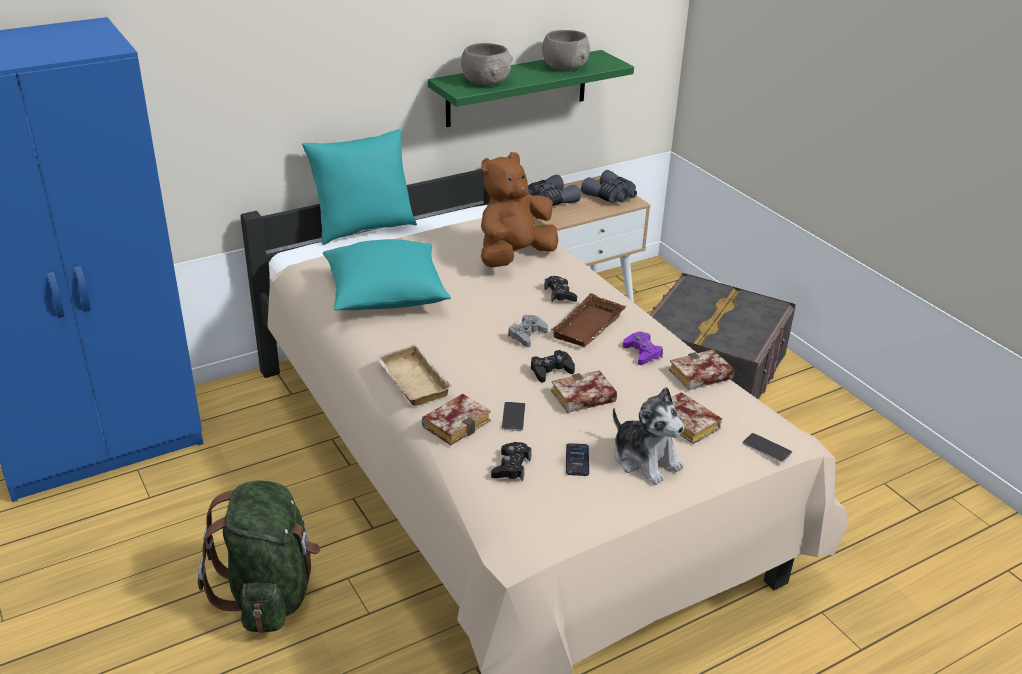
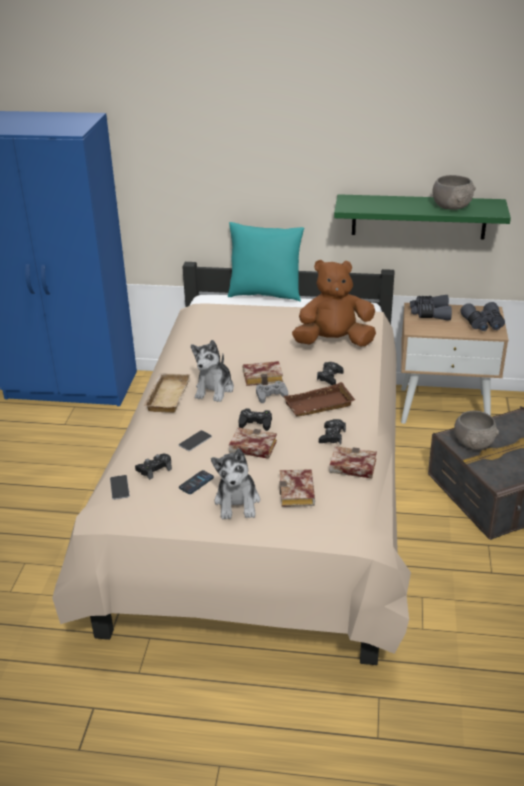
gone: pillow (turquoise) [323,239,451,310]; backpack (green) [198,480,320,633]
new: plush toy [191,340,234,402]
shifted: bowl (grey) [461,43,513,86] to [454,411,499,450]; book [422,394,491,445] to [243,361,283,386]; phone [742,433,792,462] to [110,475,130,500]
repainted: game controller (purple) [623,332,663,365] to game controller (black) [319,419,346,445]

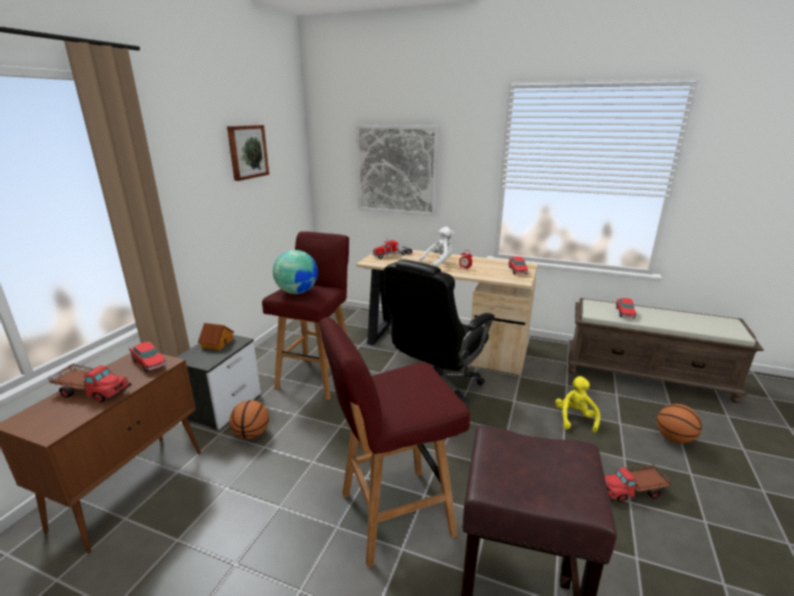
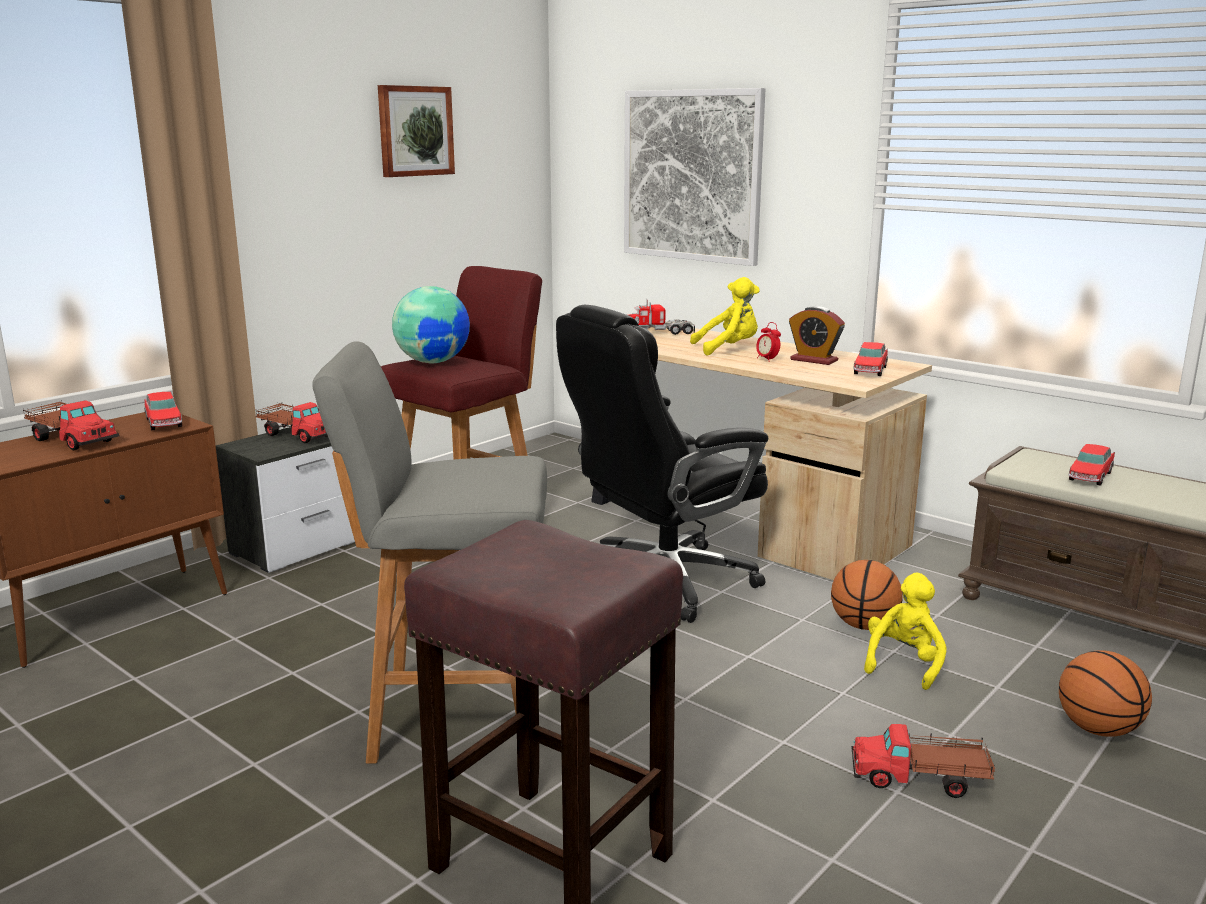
new: alarm clock [789,306,845,365]
shifted: basketball [229,400,269,439] to [831,560,903,630]
swapped: toy house [198,323,234,350] to toy truck [256,402,328,443]
repainted: plush toy (white) [419,227,454,267] to plush toy (yellow) [690,277,760,356]; stool (red) [319,317,470,568] to stool (grey) [312,341,547,764]

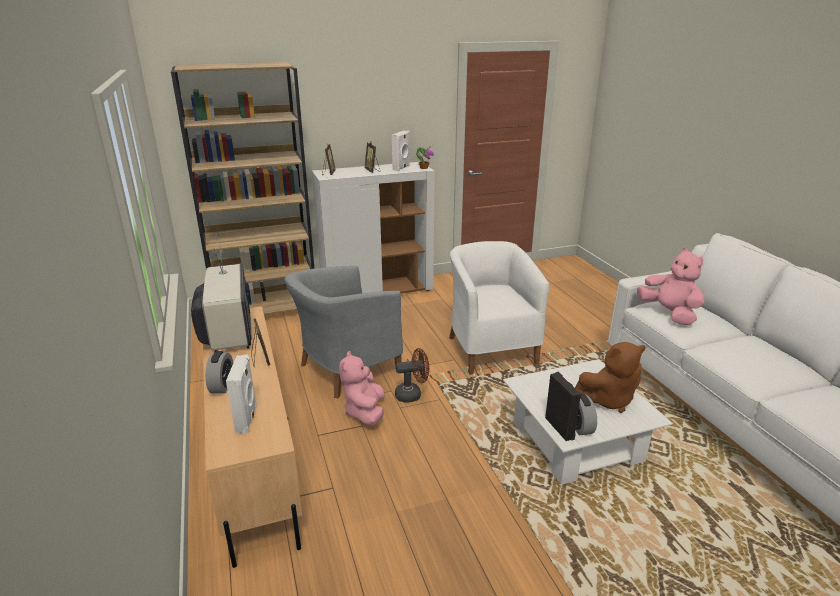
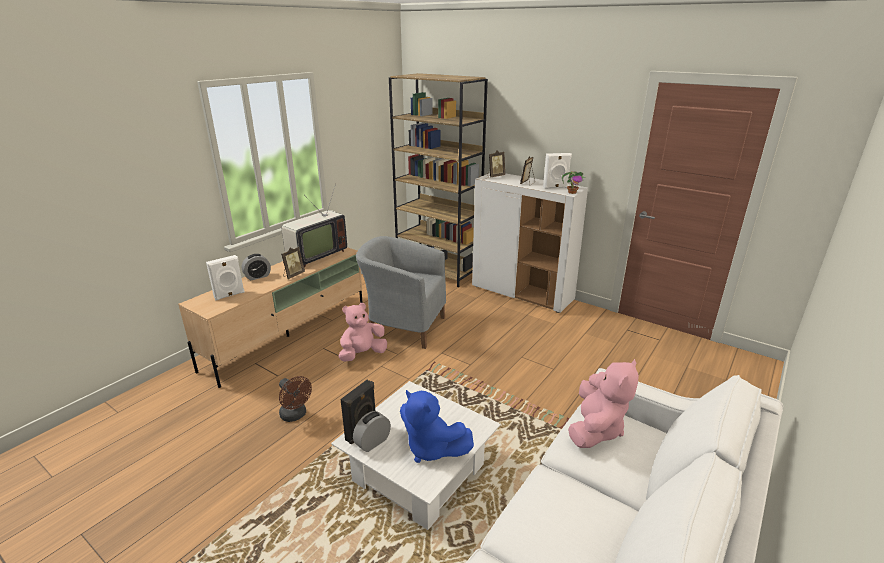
gone: armchair (white) [449,241,549,375]
shifted: fan (brown) [395,348,429,403] to [279,376,312,422]
repainted: plush toy (brown) [575,342,646,413] to plush toy (blue) [400,390,474,463]

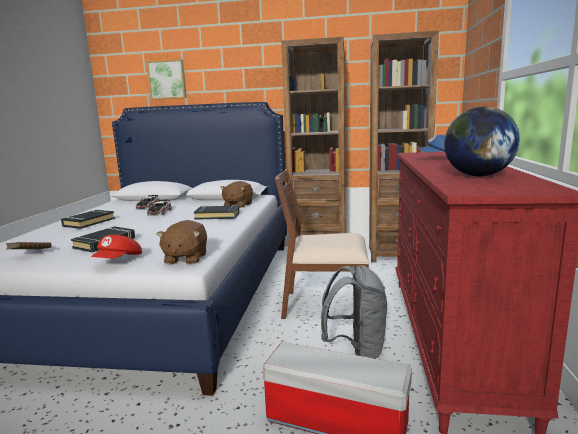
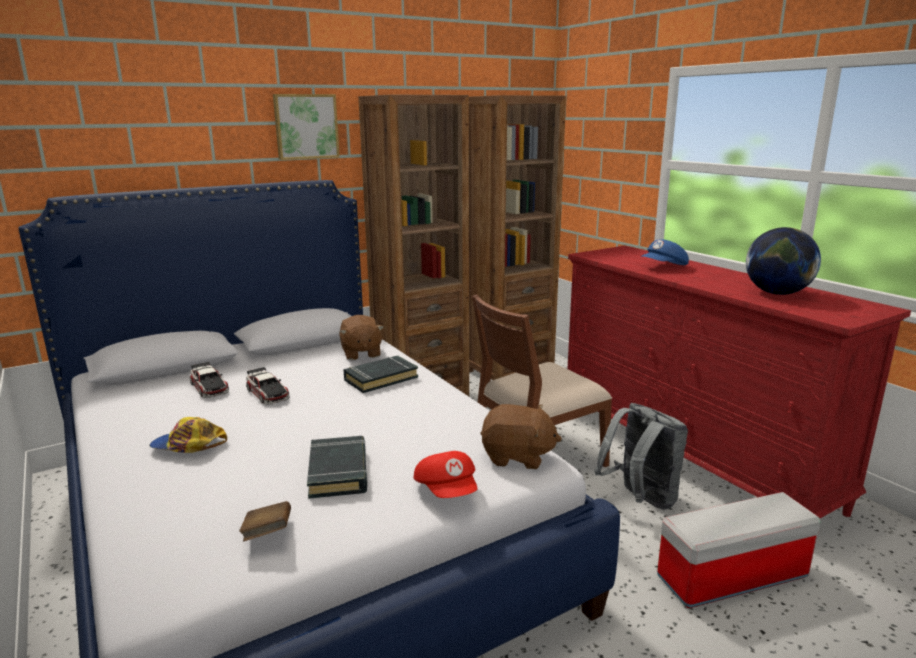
shifted: picture [147,59,187,100] to [273,94,340,160]
swapped: book (black) [61,210,115,229] to cap [149,417,227,453]
rotated: plush toy (brown) [156,220,207,264] = [480,404,562,469] 45 degrees counterclockwise

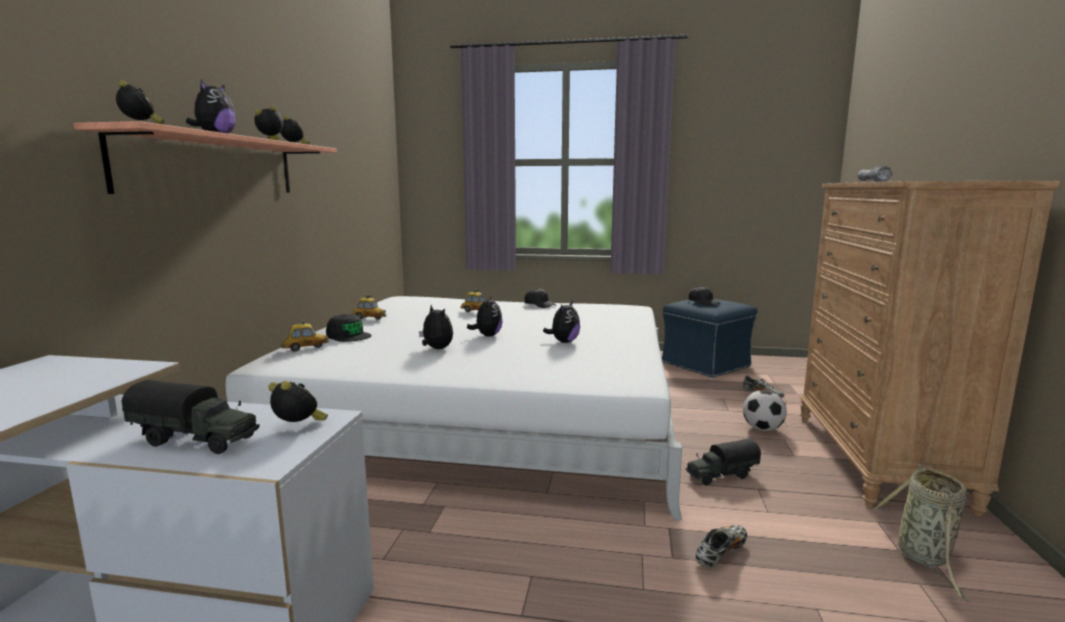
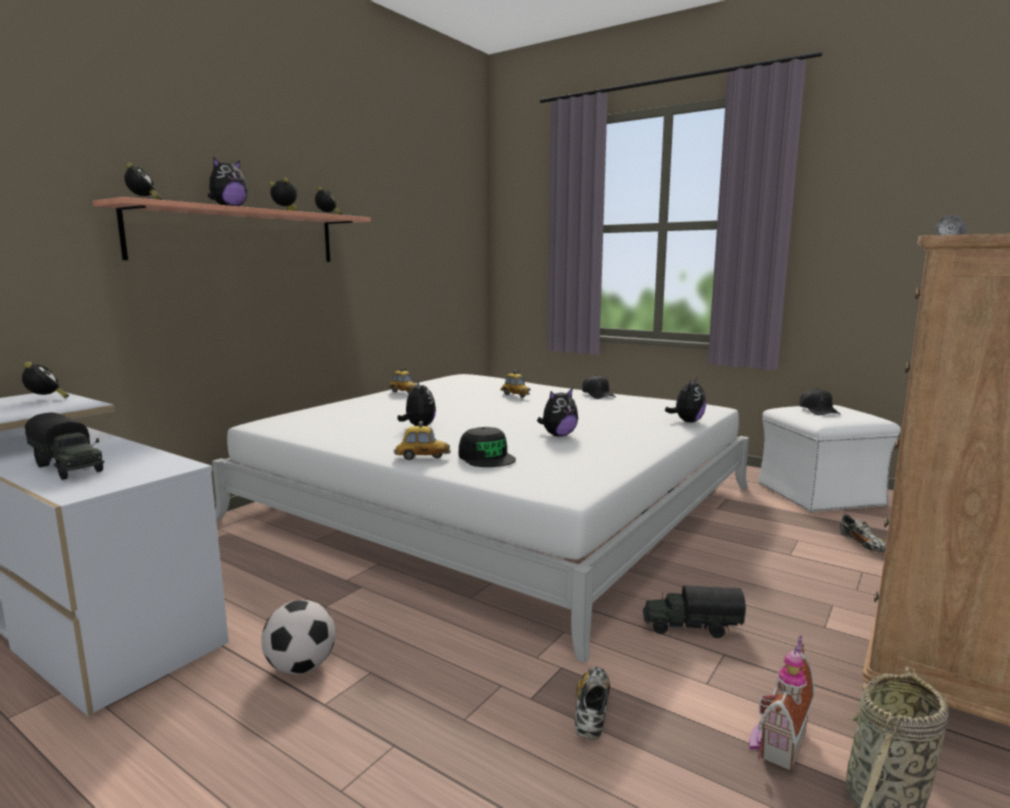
new: toy house [749,635,815,772]
shifted: plush toy [467,295,502,336] to [665,377,706,422]; cap (black) [326,314,372,342] to [459,427,516,467]; toy car [281,320,329,352] to [394,421,450,460]; alarm clock [268,381,328,422] to [22,362,69,398]; football [743,390,787,431] to [261,600,335,674]
repainted: ottoman (blue) [662,299,758,378] to ottoman (white) [758,405,901,513]
rotated: shoe [695,525,747,569] = [575,667,610,740] 60 degrees counterclockwise

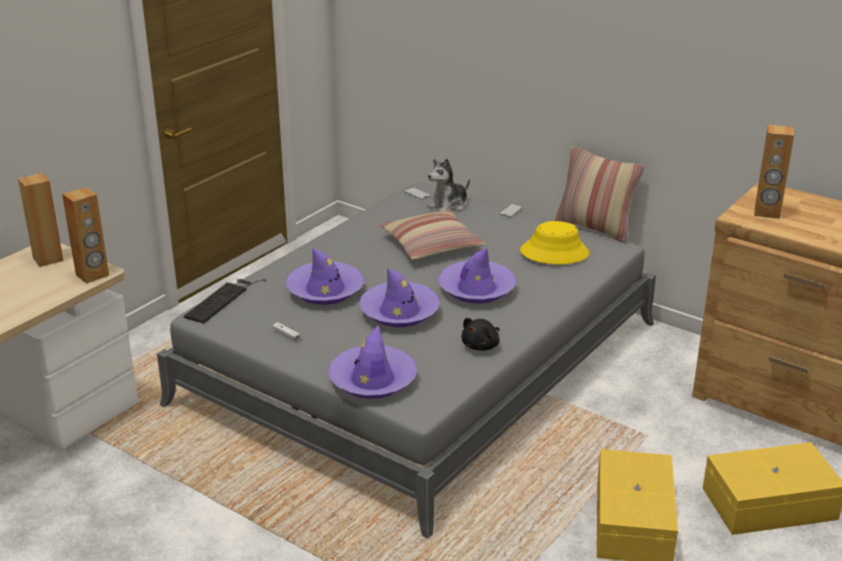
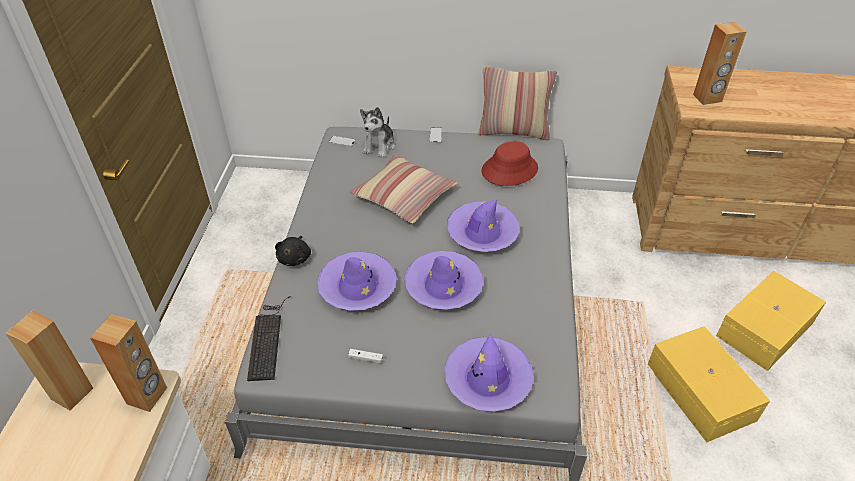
shifted: plush toy (black) [461,318,500,351] to [275,236,311,266]
repainted: hat (yellow) [520,221,590,264] to hat (red) [482,141,538,186]

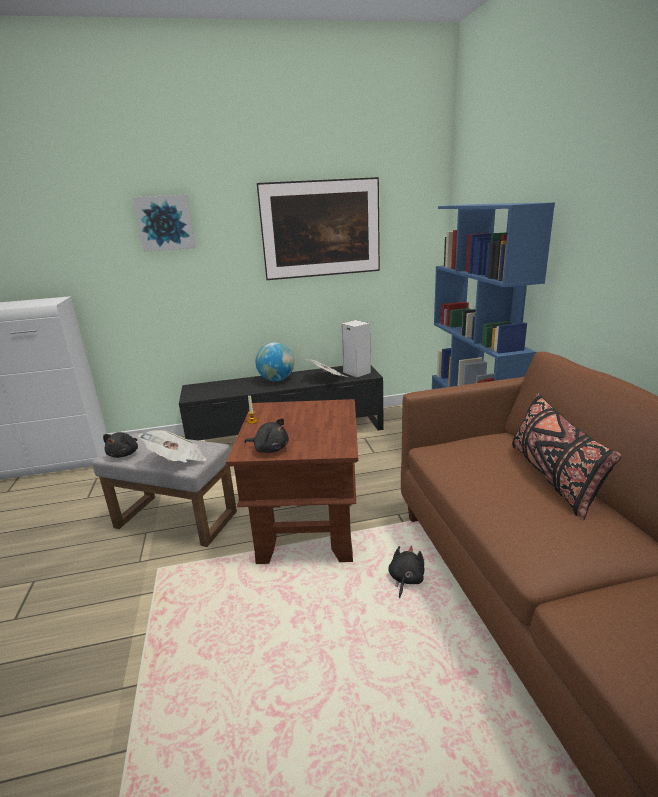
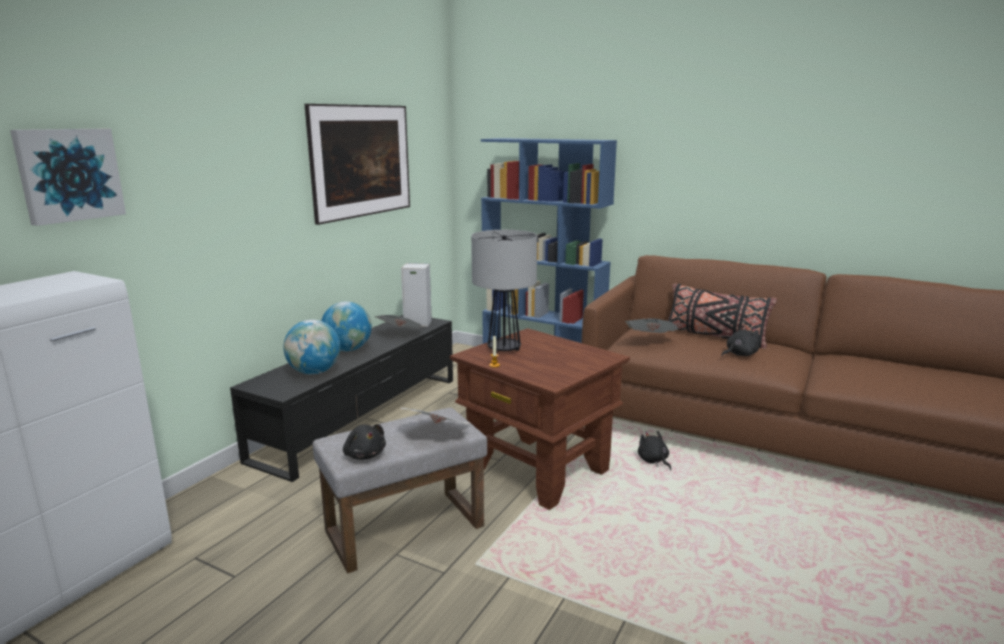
new: table lamp [471,230,537,353]; newspaper [625,319,679,333]; globe [283,320,340,375]
shifted: picture [133,194,195,252] to [10,129,126,226]; plush toy (black) [244,418,289,453] to [721,325,759,356]

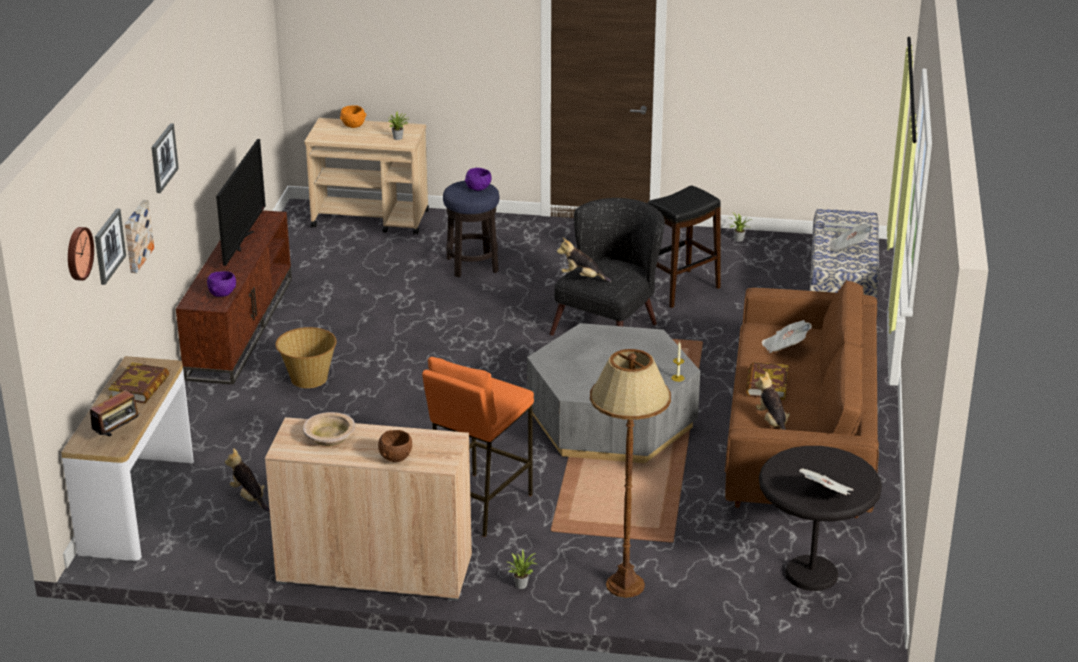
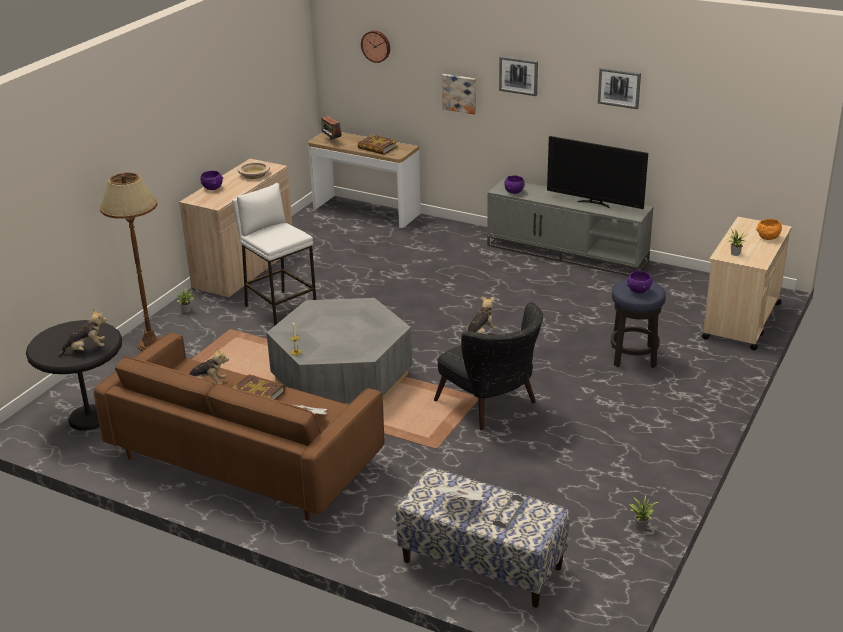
gone: stool (black) [647,186,721,308]; basket [275,327,337,388]; newspaper [799,468,854,495]
shifted: picture [95,208,126,285] to [598,68,641,109]; plush toy [225,448,270,512] to [58,309,107,357]
repainted: tv stand (brown) [176,210,292,385] to tv stand (grey) [487,179,653,276]; stool (orange) [422,357,534,537] to stool (white) [232,183,316,326]; bowl (brown) [378,430,412,462] to bowl (purple) [200,170,223,190]

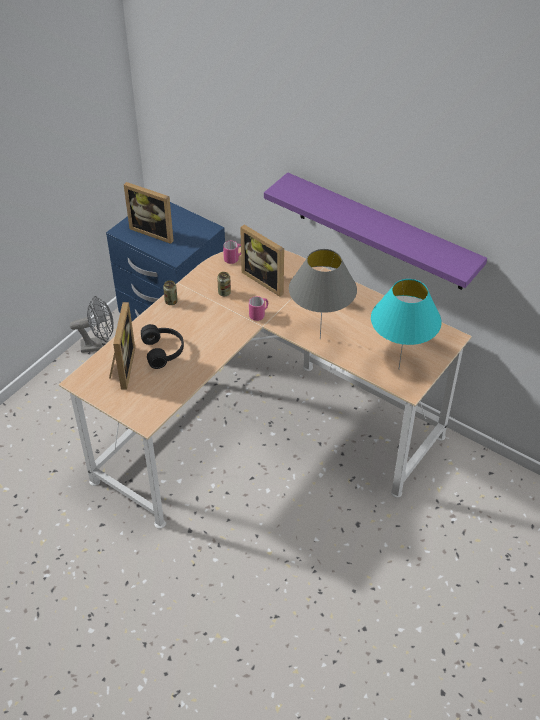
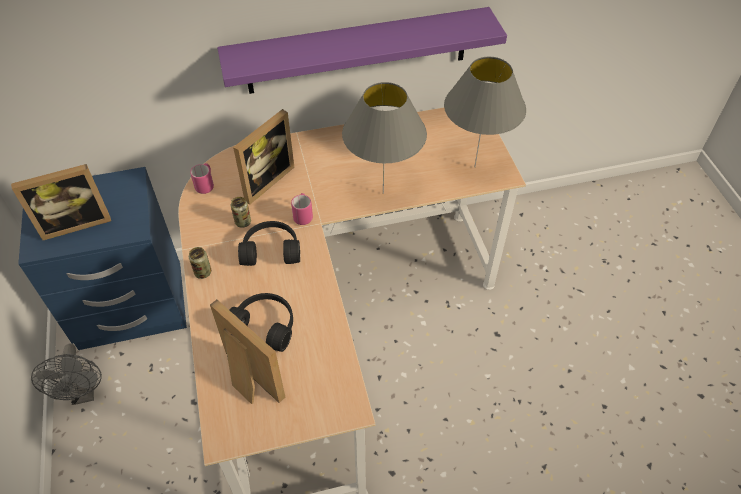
new: headphones (black) [238,221,300,266]
repainted: table lamp (turquoise) [371,279,442,370] to table lamp (grey) [444,57,526,168]
rotated: picture frame [240,225,284,297] = [233,109,294,205] 45 degrees counterclockwise; fan (grey) [70,296,114,353] = [31,343,102,405] 135 degrees clockwise

